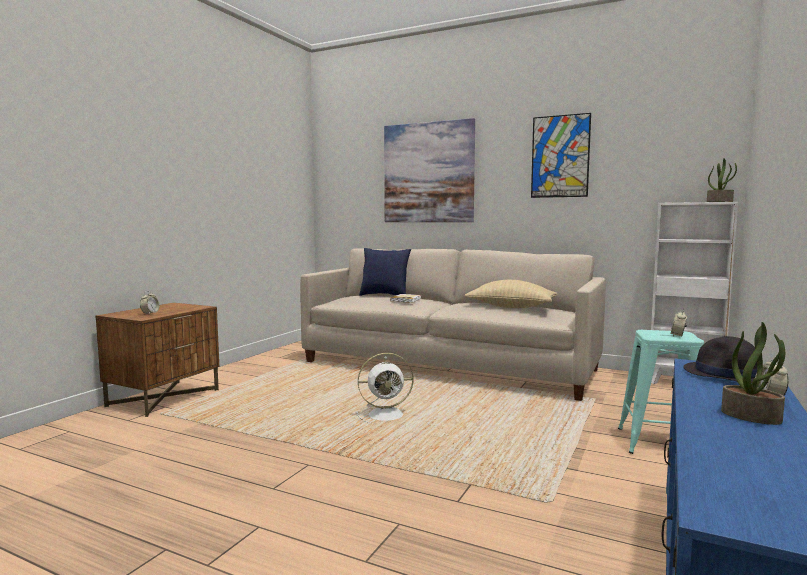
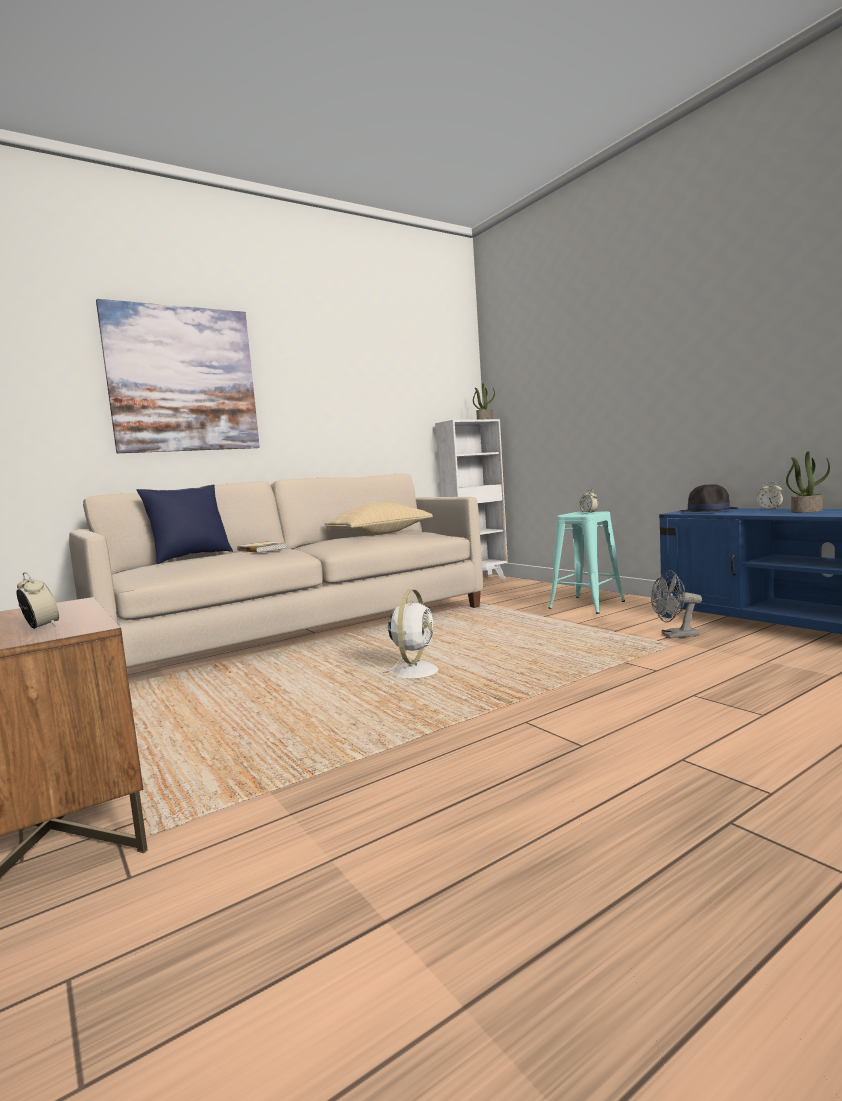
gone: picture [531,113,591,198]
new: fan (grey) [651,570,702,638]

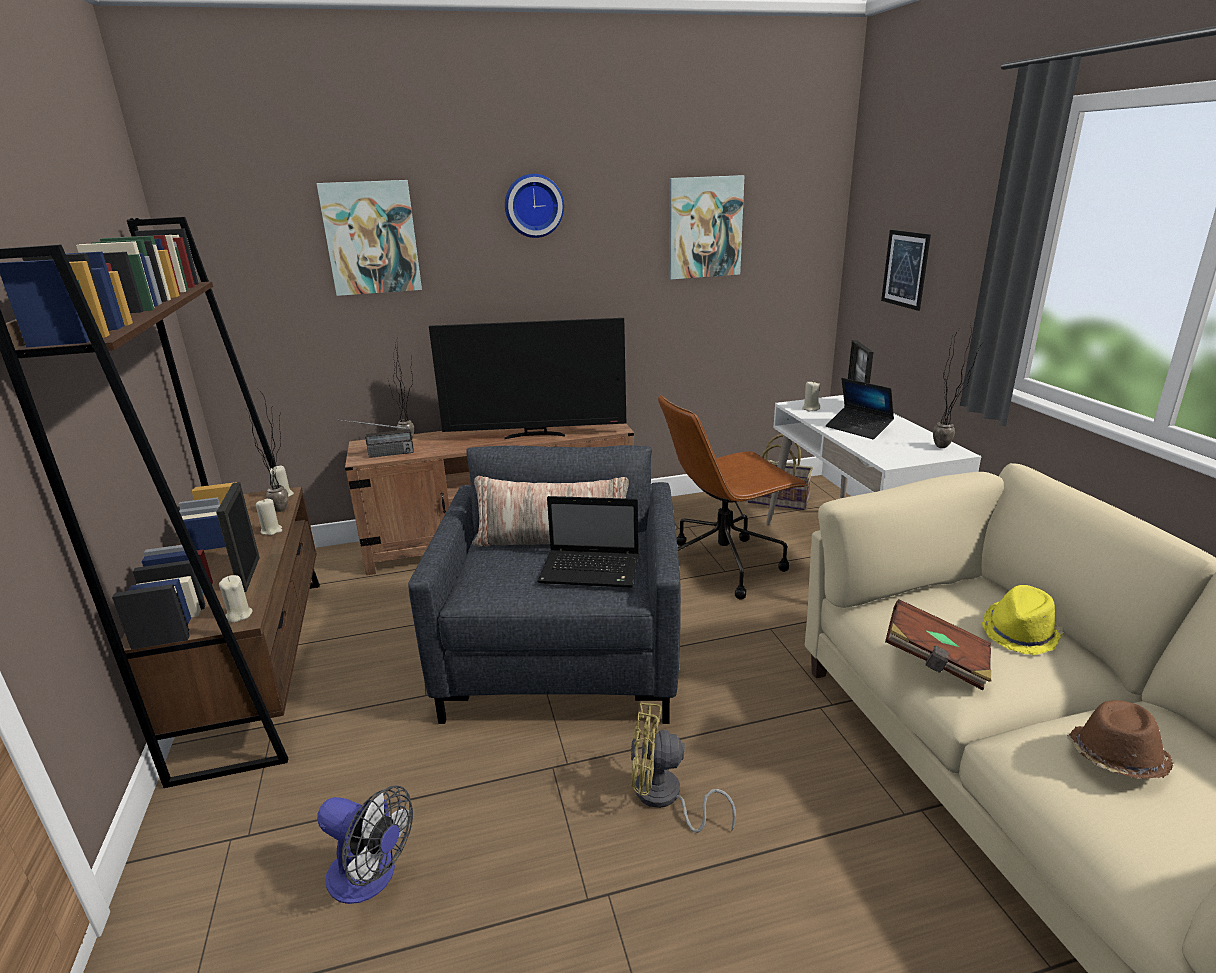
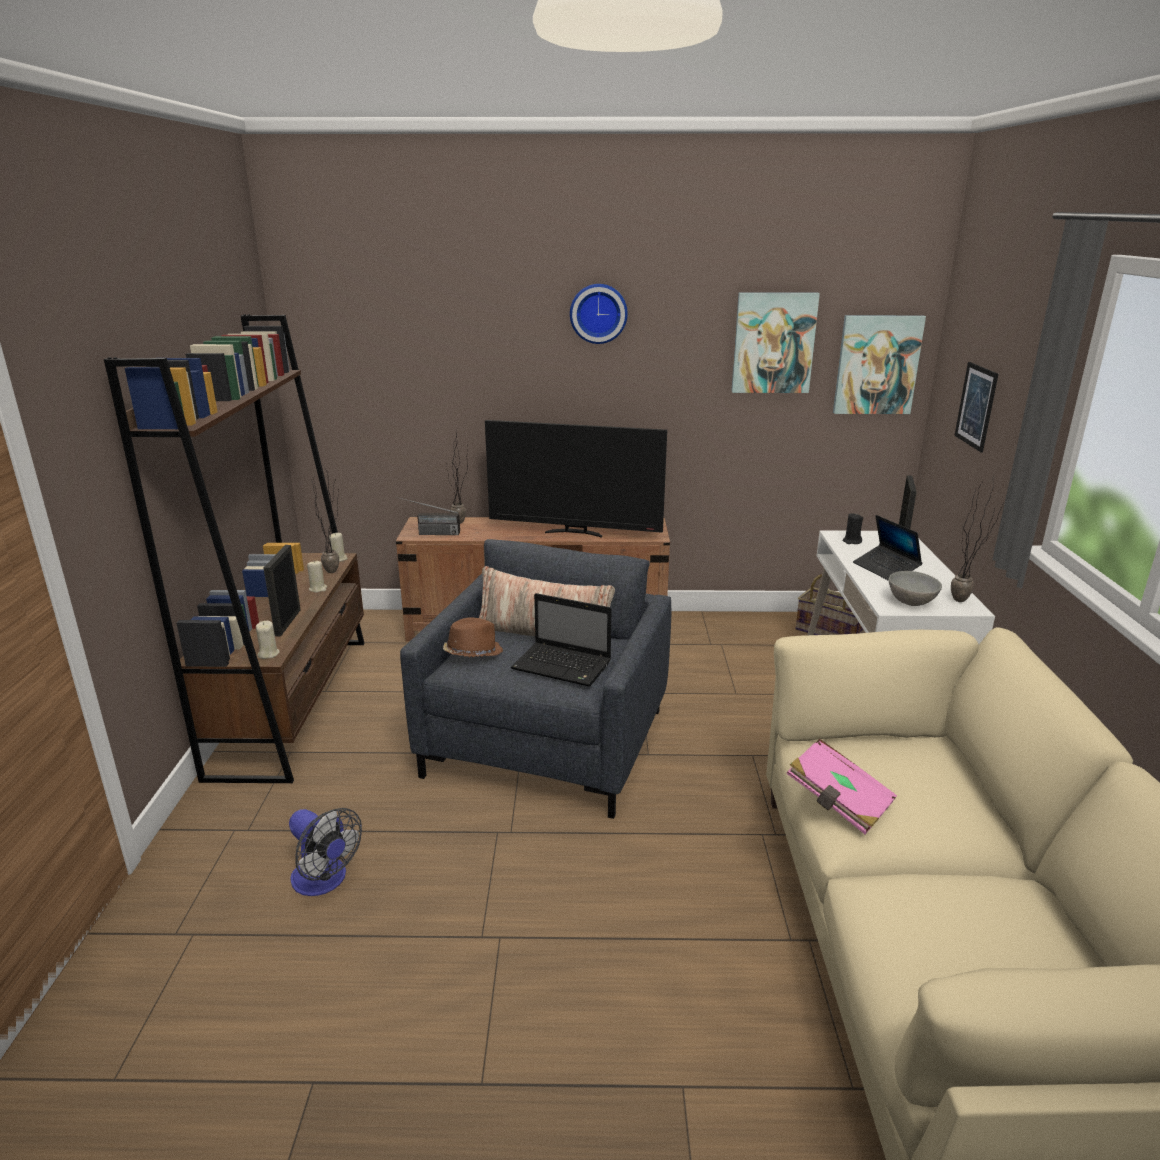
gone: office chair (brown) [658,394,808,600]; hat (yellow) [982,585,1063,655]; fan (yellow) [630,703,736,833]
new: bowl (grey) [889,571,942,606]
shifted: picture [316,180,422,296] to [833,315,926,414]; hat (brown) [1067,700,1173,779] to [443,617,503,657]
repainted: candle (beige) [802,381,820,411] to candle (black) [843,513,863,544]; book (brown) [885,599,991,690] to book (pink) [786,738,897,834]

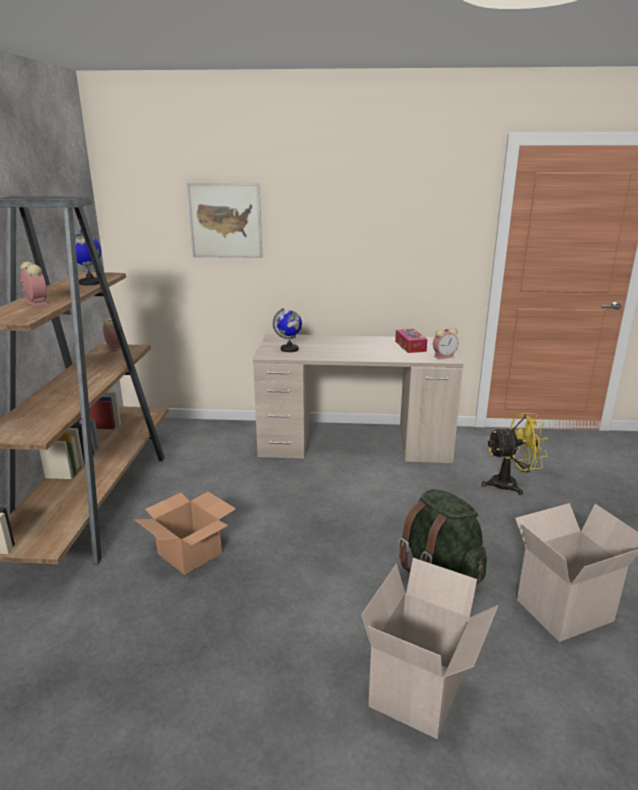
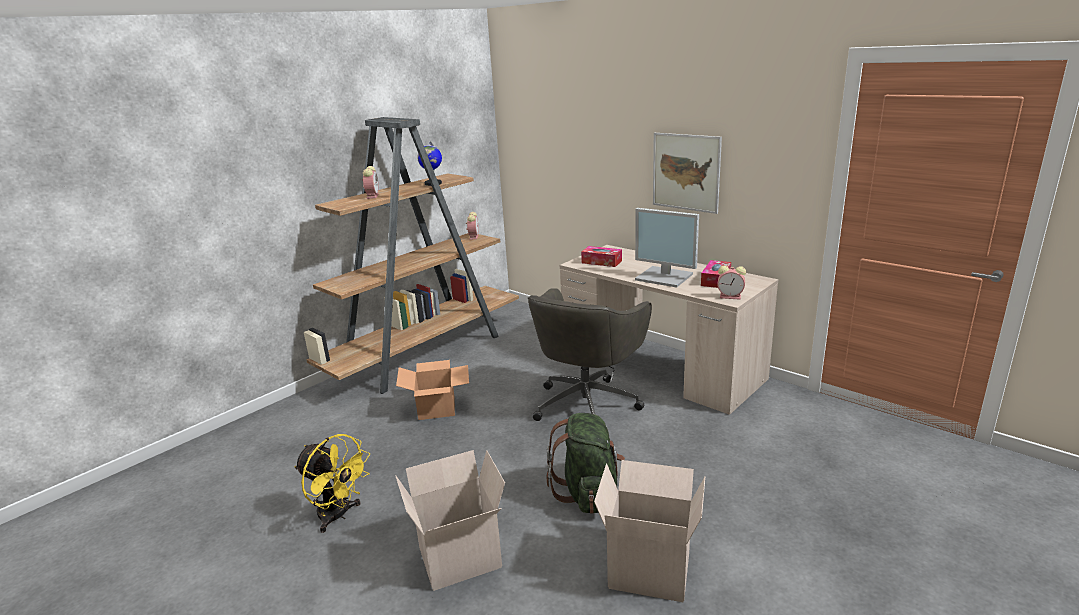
new: monitor [635,208,699,287]; office chair (grey) [527,288,652,421]
shifted: picture [186,183,263,258] to [653,133,722,214]; fan (yellow) [481,413,548,495] to [294,434,370,533]
swapped: globe [273,308,302,352] to tissue box [581,246,622,267]

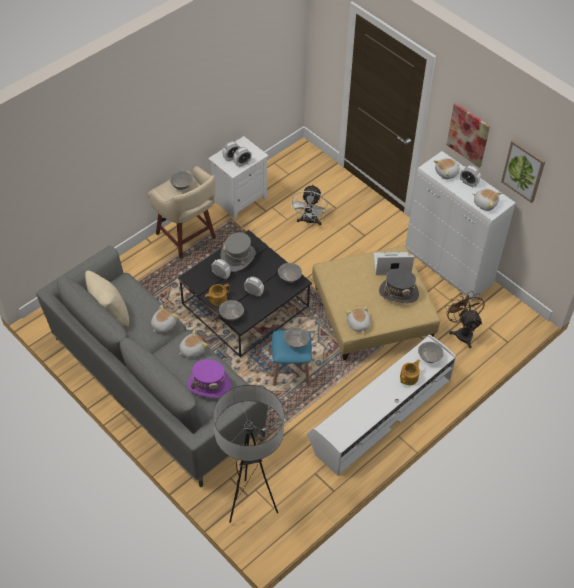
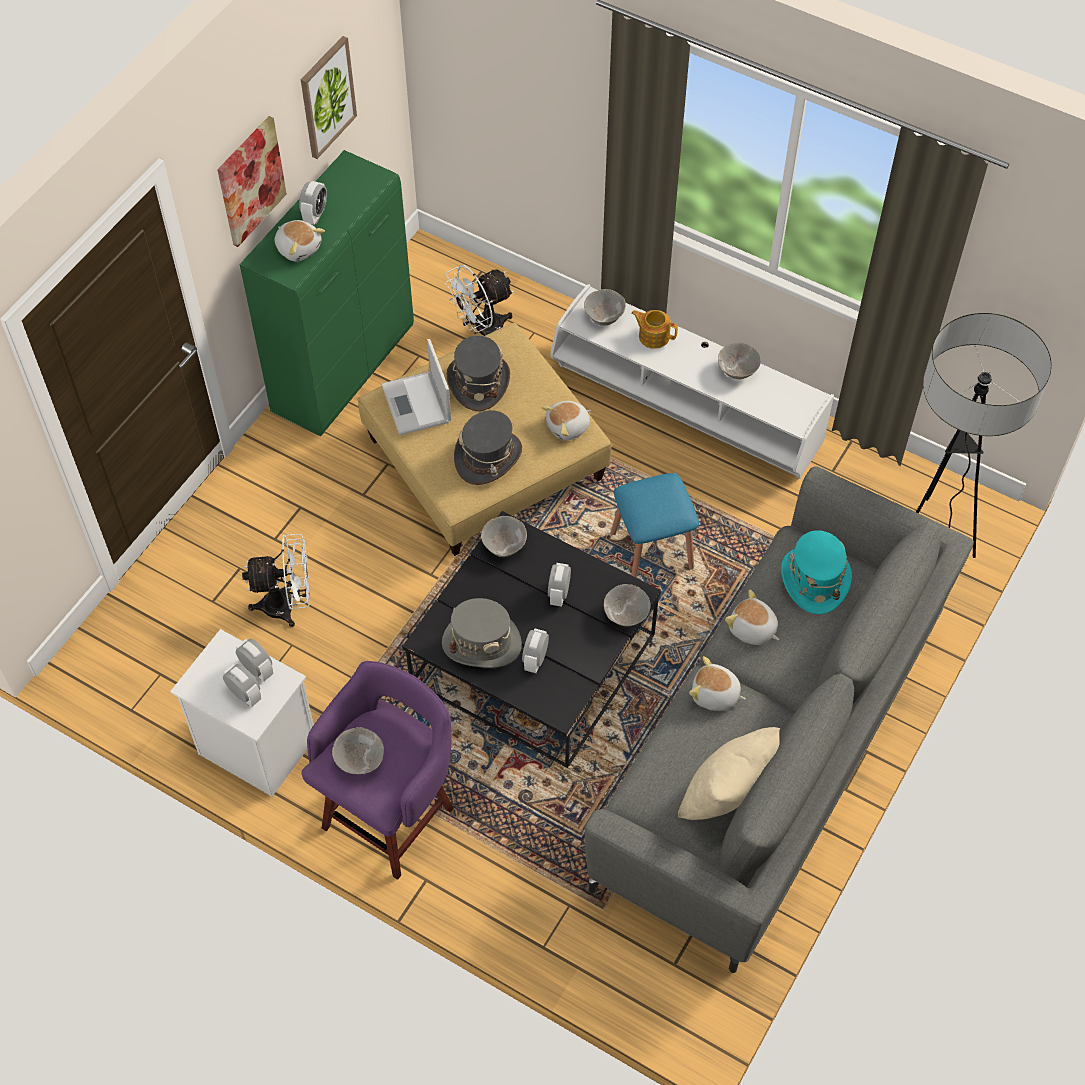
gone: plush toy [473,189,502,211]; teapot [205,283,230,306]
new: hat (grey) [454,410,522,485]
shifted: bowl (grey) [284,327,309,348] to [718,342,761,380]
repainted: cabinet (white) [405,151,516,301] to cabinet (green) [240,150,414,436]; stool (beige) [148,166,216,259] to stool (purple) [301,661,454,880]; fan (brown) [445,291,485,348] to fan (white) [445,265,514,336]; hat (purple) [187,359,231,398] to hat (turquoise) [781,530,852,614]

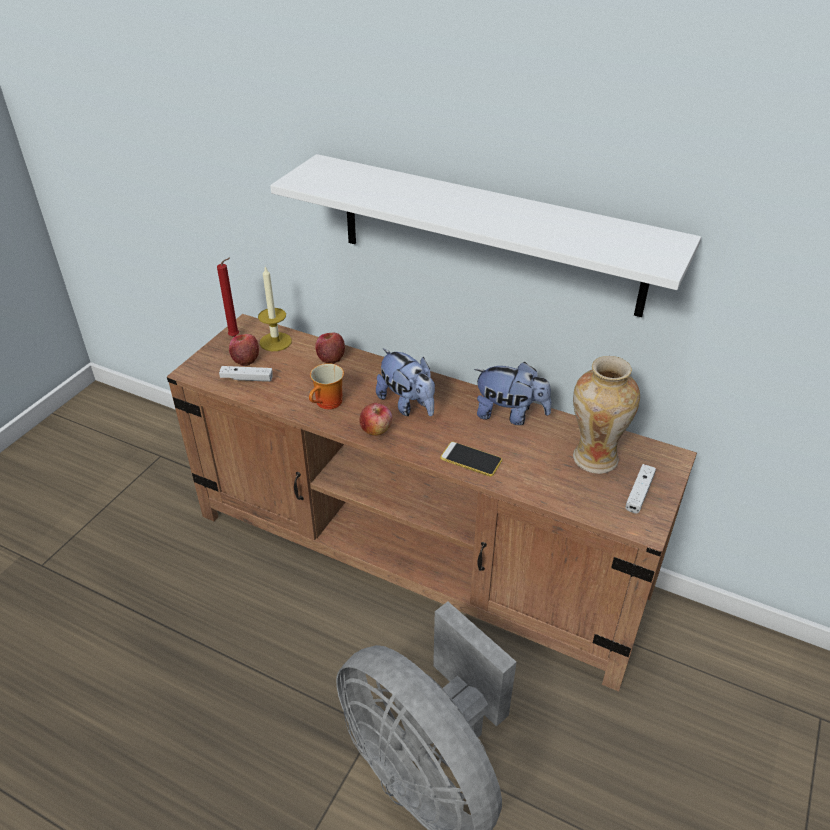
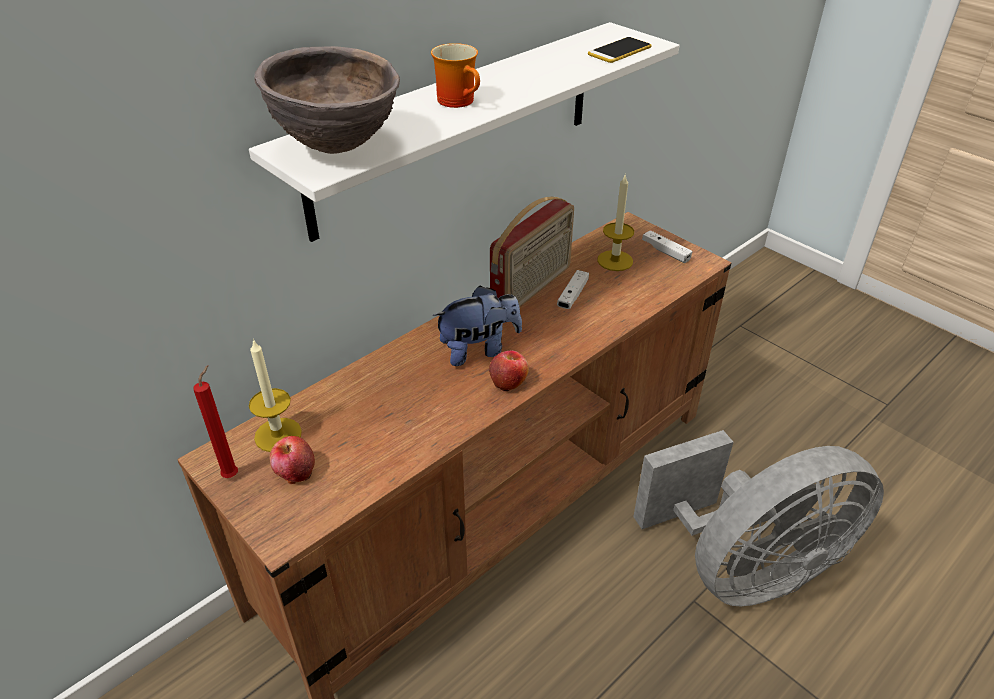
gone: apple [315,332,345,364]
new: bowl (brown) [254,46,400,154]
shifted: mug [309,363,344,409] to [431,43,480,108]; game controller (white) [219,366,273,382] to [557,270,589,309]; phone [440,442,502,477] to [588,37,652,63]
swapped: vase [573,356,640,474] to candle [597,175,634,271]; plush toy [474,362,552,425] to radio [490,197,574,307]

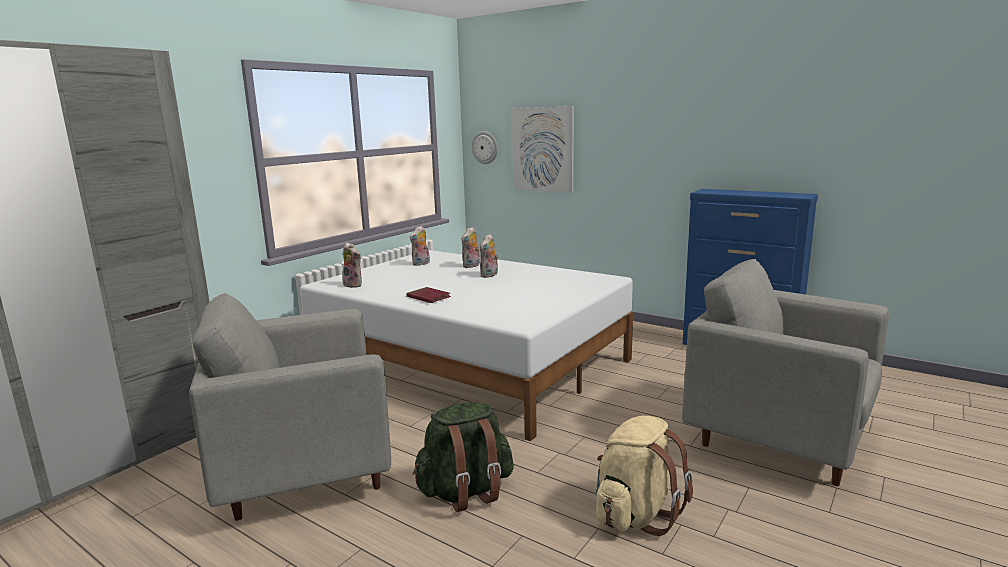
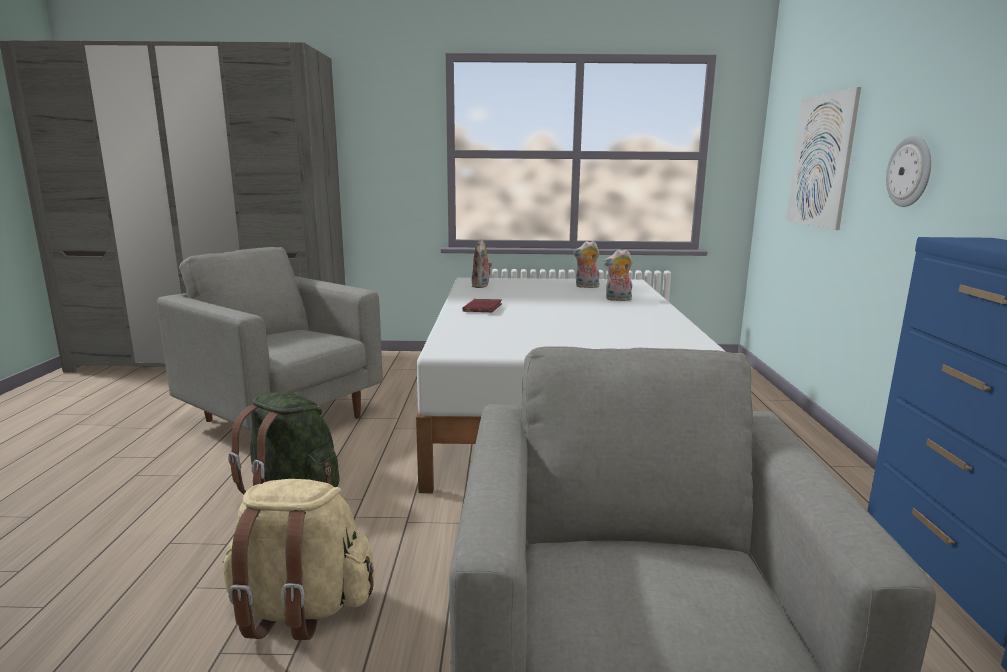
gone: plush toy [480,234,498,278]
shifted: wall clock [472,131,498,164] to [886,136,931,207]

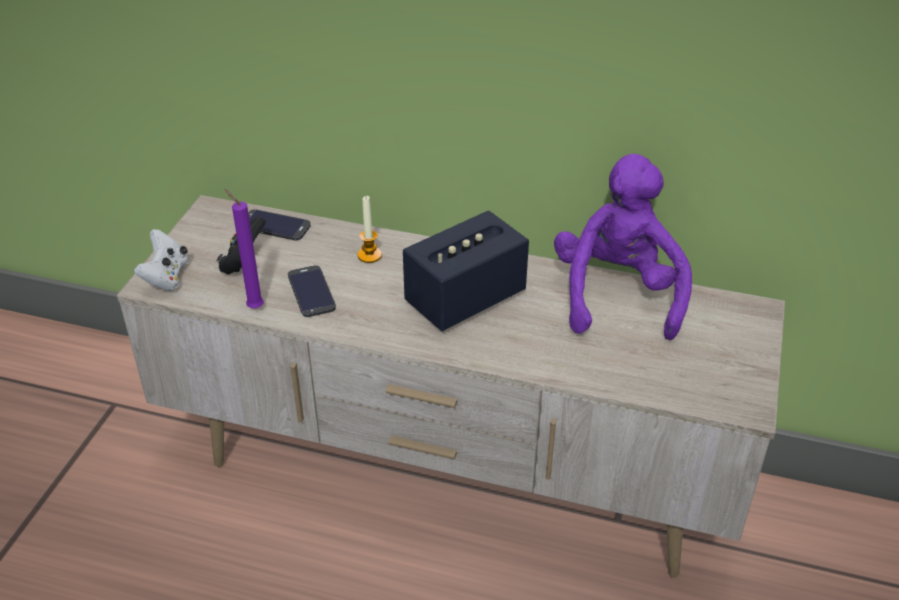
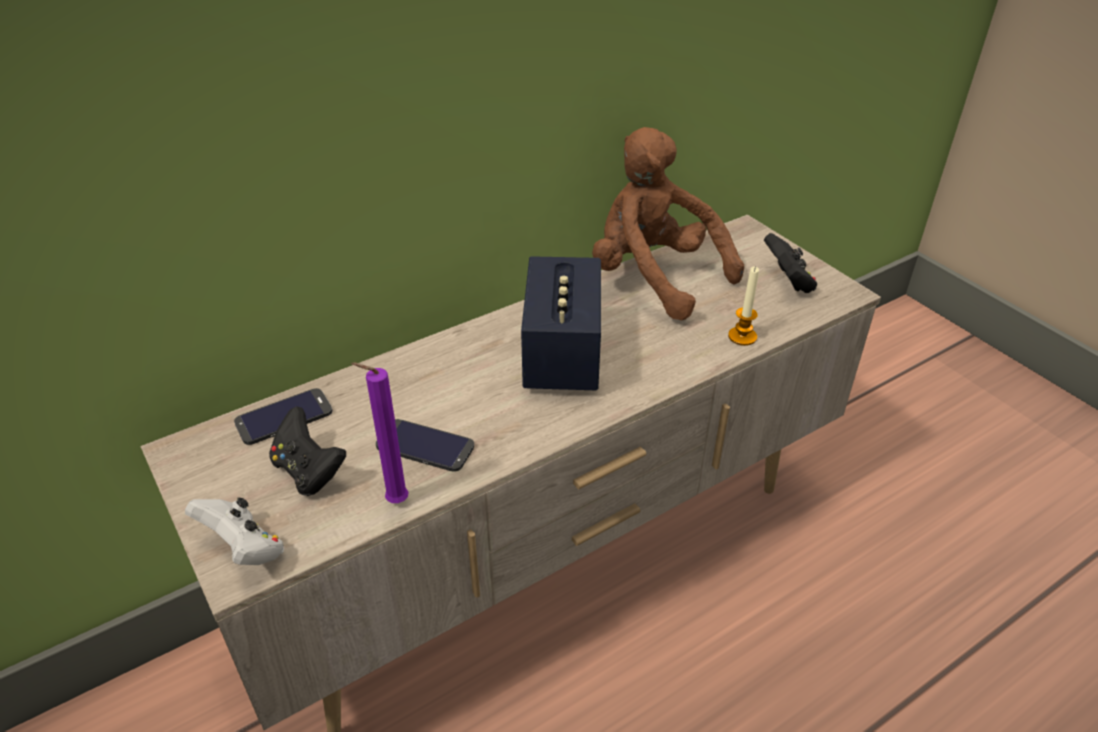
new: game controller (black) [764,233,817,293]
shifted: candle [357,196,382,263] to [728,266,759,346]
repainted: plush toy (purple) [554,154,692,340] to plush toy (brown) [592,127,744,320]

